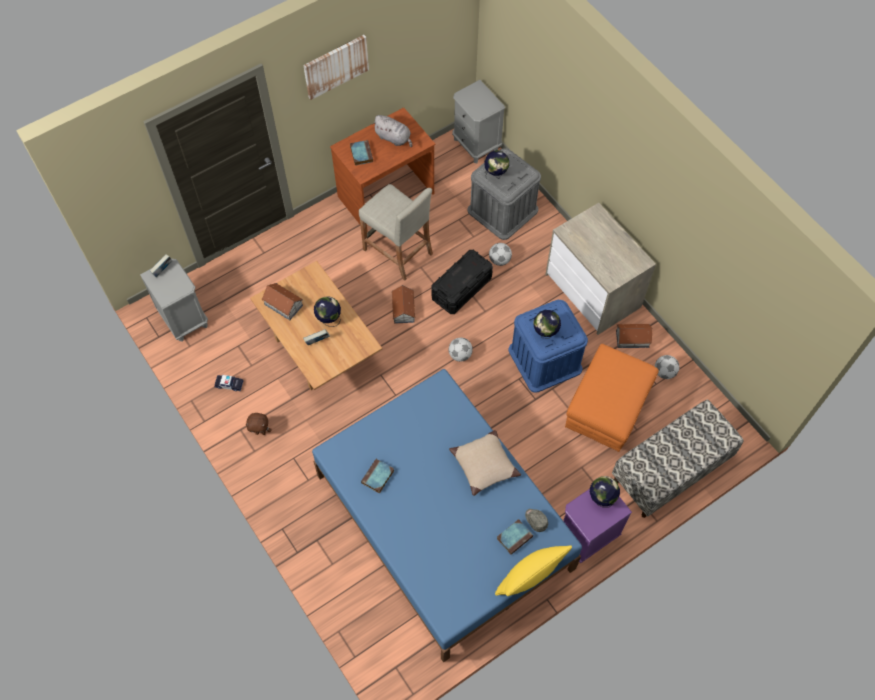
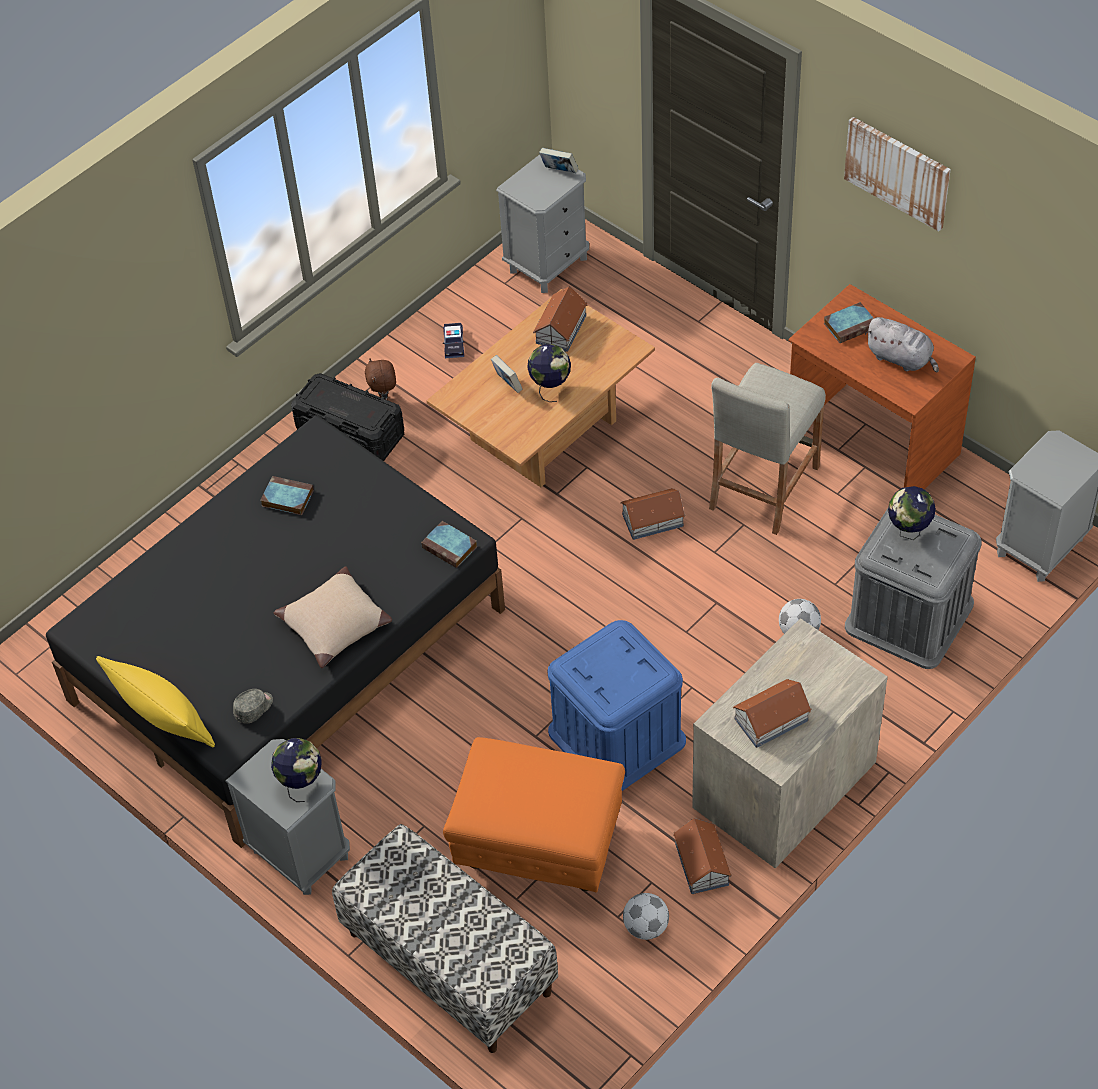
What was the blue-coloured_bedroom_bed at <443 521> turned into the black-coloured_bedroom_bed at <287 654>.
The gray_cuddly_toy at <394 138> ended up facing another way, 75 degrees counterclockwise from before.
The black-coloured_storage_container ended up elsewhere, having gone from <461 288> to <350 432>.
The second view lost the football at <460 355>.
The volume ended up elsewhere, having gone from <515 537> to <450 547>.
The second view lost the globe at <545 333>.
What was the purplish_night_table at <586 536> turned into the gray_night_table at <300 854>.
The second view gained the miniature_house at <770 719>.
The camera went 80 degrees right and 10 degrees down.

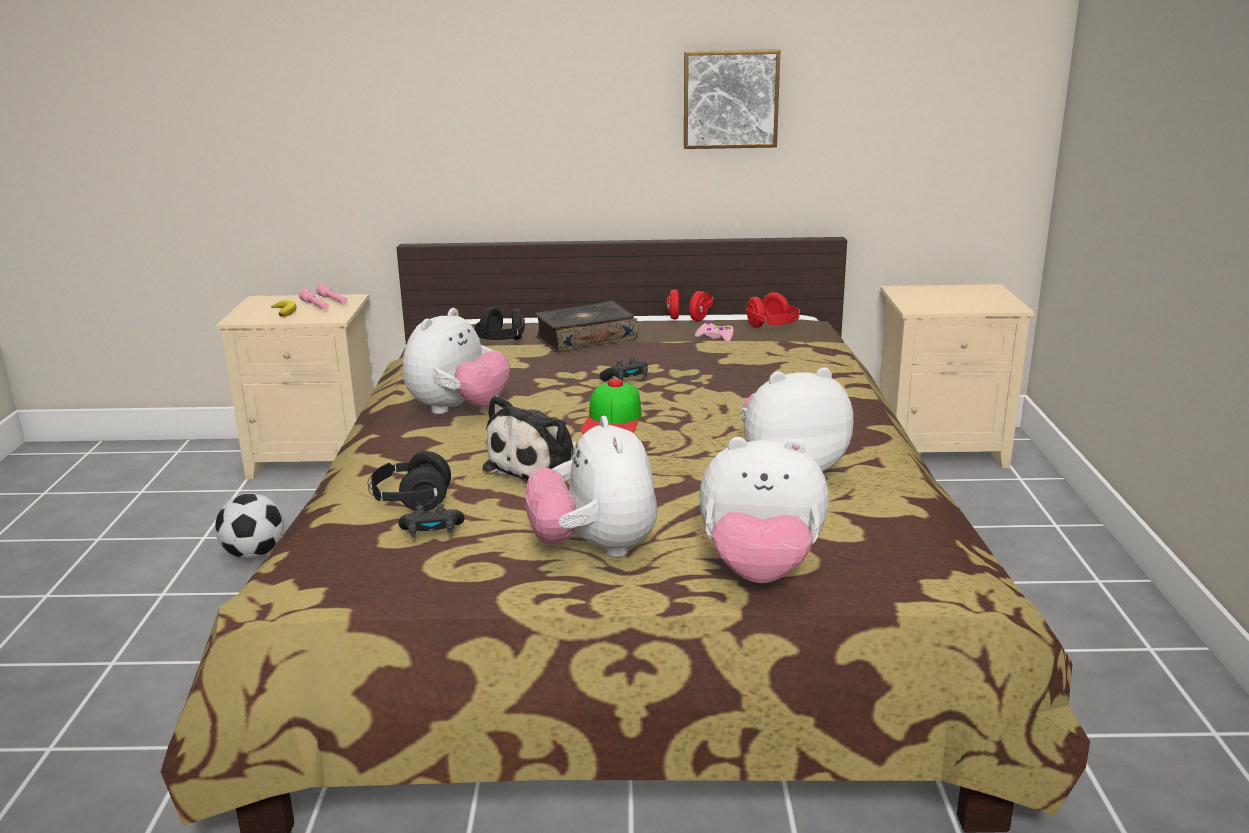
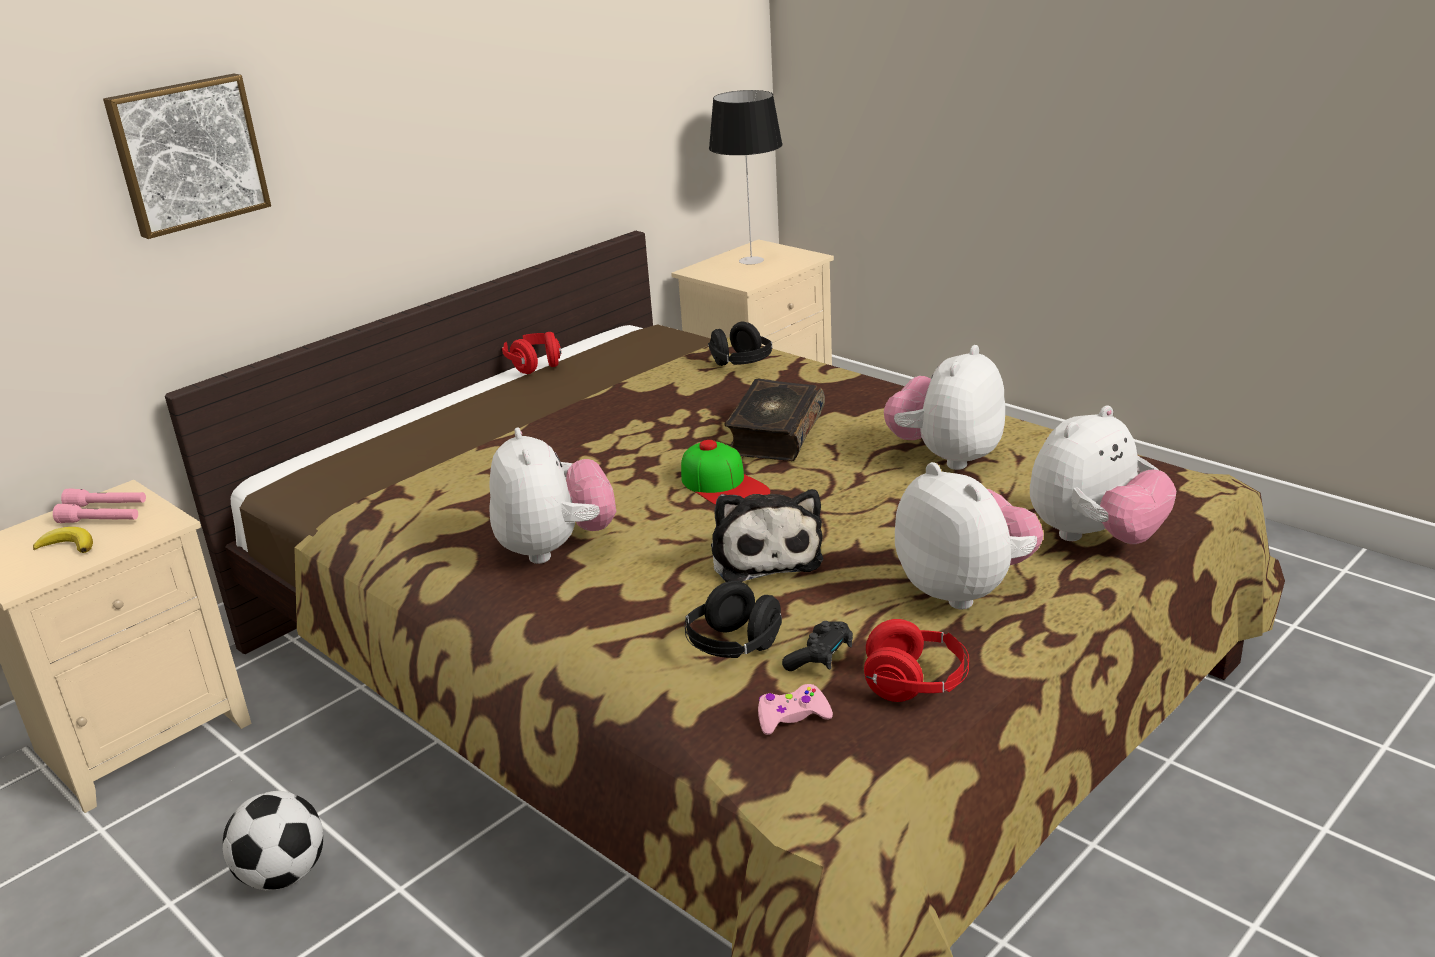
The black-coloured_pair_of_headphones ended up elsewhere, having gone from <501 342> to <741 364>.
The cuddly_toy at <595 548> ended up facing another way, 150 degrees counterclockwise from before.
The volume ended up elsewhere, having gone from <585 339> to <774 435>.
The second view lost the black-coloured_joypad at <626 380>.
The wall_picture ended up elsewhere, having gone from <730 99> to <187 154>.
The pink-coloured_joypad ended up elsewhere, having gone from <715 337> to <792 717>.
The reddish_pair_of_headphones ended up elsewhere, having gone from <772 327> to <916 684>.
The second view gained the tabletop_lamp at <752 260>.
The camera went 45 degrees left and 5 degrees up.

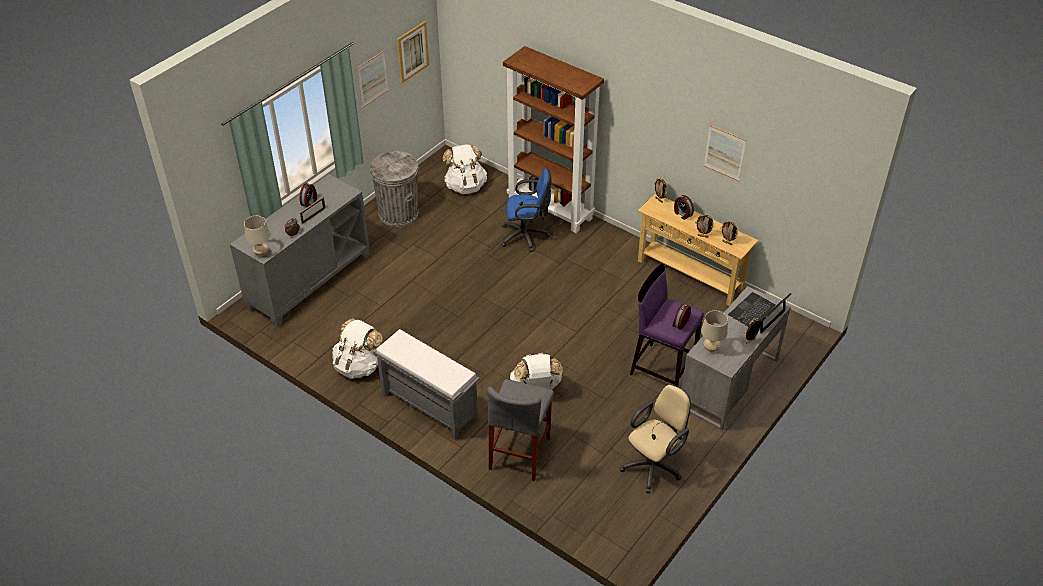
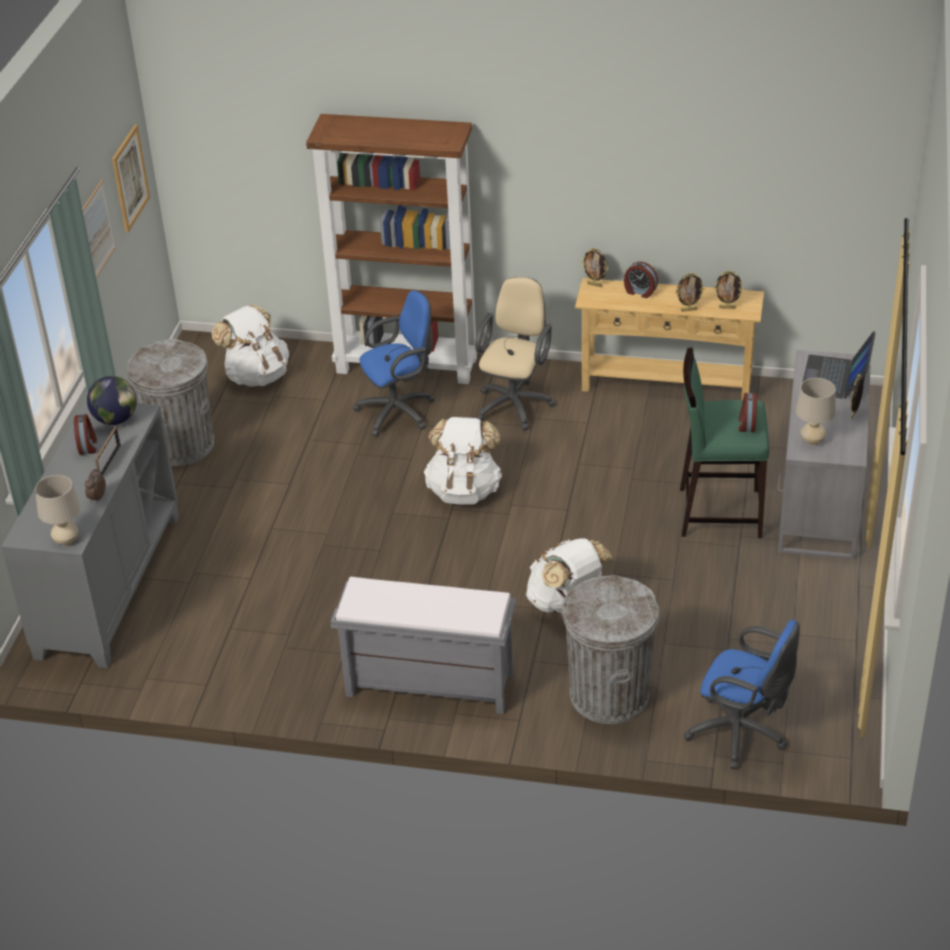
The whitish_backpack ended up elsewhere, having gone from <358 366> to <464 490>.
Where the gray_sitting_stool stood at <520 453>, the gray_rubbish_bin came to stand at <609 695>.
The beige_office_chair ended up elsewhere, having gone from <654 466> to <515 403>.
What was the purplish_sitting_stool at <662 367> turned into the green-coloured_sitting_stool at <718 512>.
The second view lost the wall_picture at <724 153>.
The second view gained the globe at <115 420>.
The second view gained the blue-coloured_office_chair at <741 734>.
The camera went 25 degrees left and 5 degrees down.

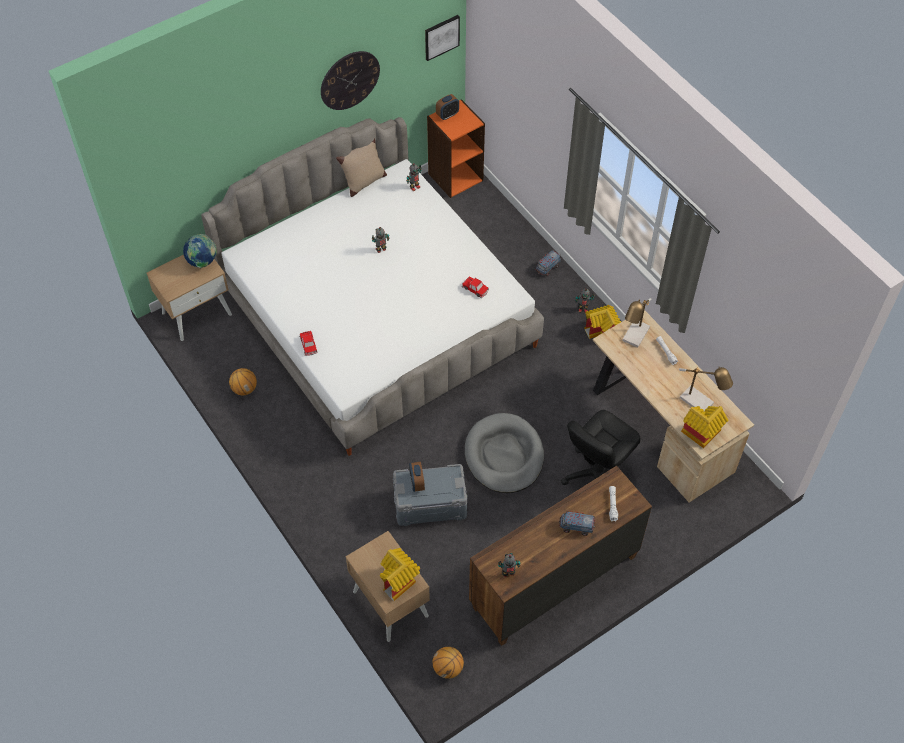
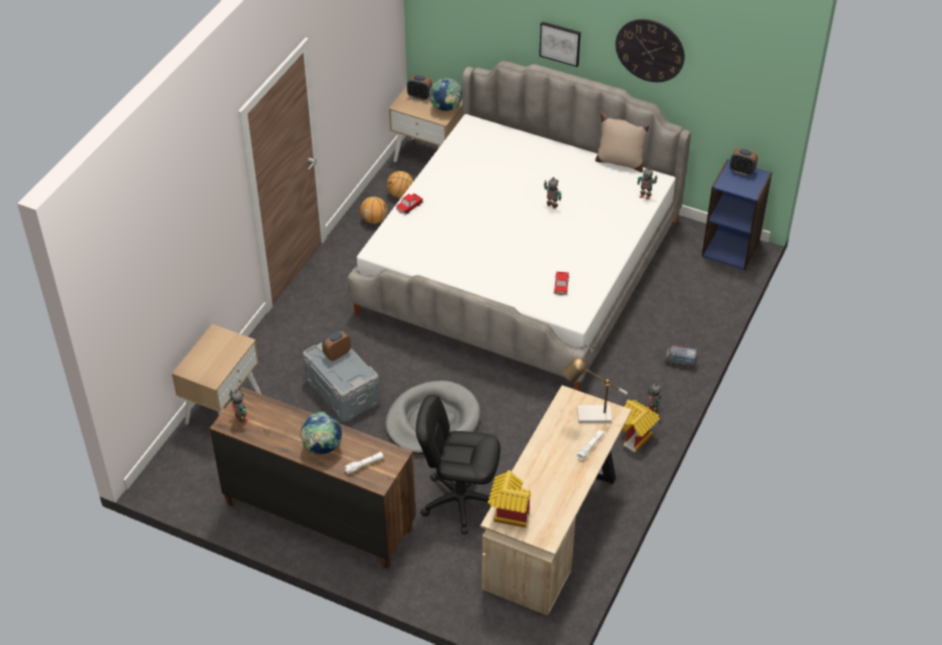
The second view lost the miniature_house at <399 583>.
The wall_picture ended up elsewhere, having gone from <441 37> to <560 43>.
What was the orange-coloured_shelving_unit at <455 176> turned into the blue-coloured_shelving_unit at <731 248>.
The basketball_ball ended up elsewhere, having gone from <448 668> to <400 194>.
Where the model_truck stood at <576 527>, the globe came to stand at <322 447>.
The second view lost the tabletop_lamp at <700 403>.
The second view gained the bedside_clock at <419 96>.
The camera went 60 degrees right and 10 degrees down.

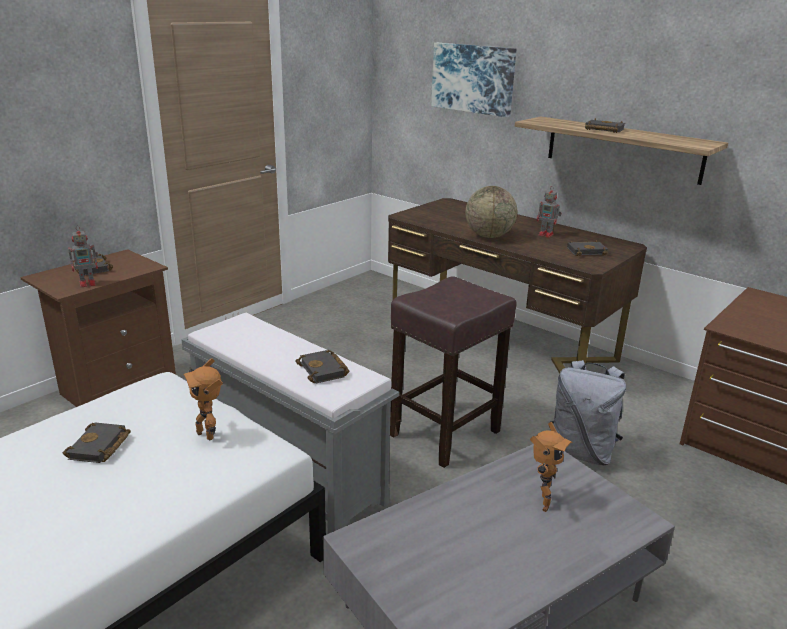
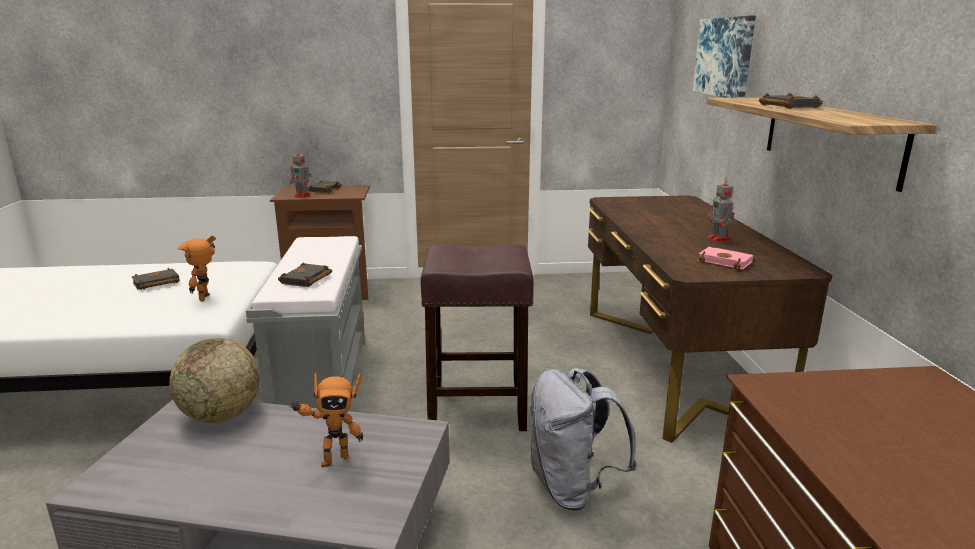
The globe ended up elsewhere, having gone from <489 236> to <221 415>.
What was the black-coloured_volume at <587 251> turned into the pink-coloured_volume at <726 262>.
The camera went 45 degrees right and 5 degrees down.

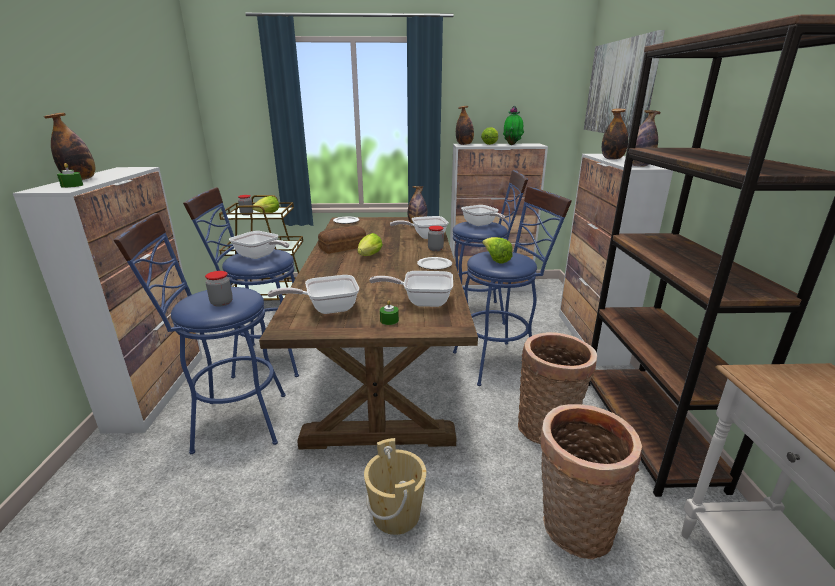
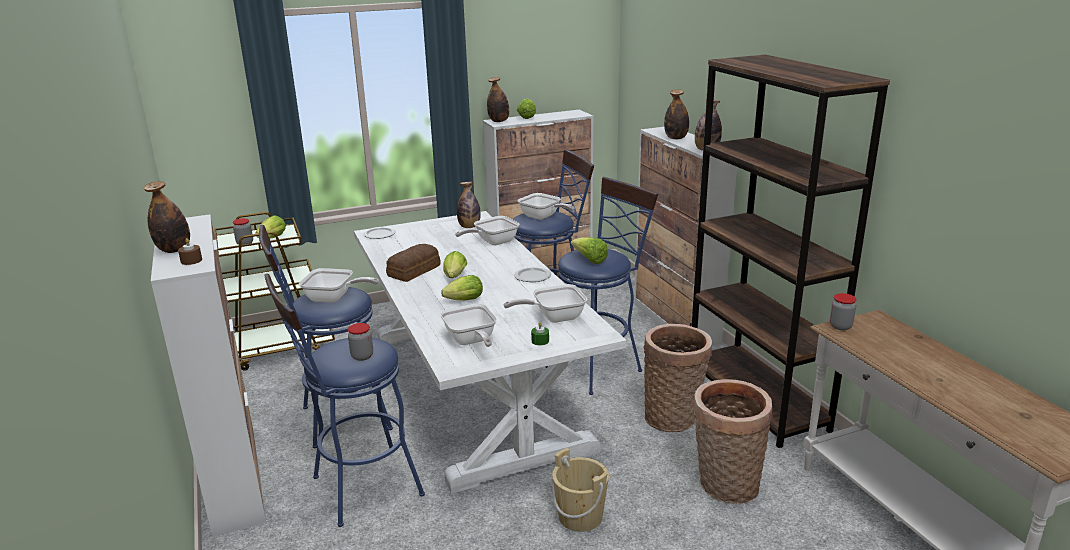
What was the green-coloured_wax_light at <72 185> turned into the brown-coloured_wax_light at <191 260>.
What was the brown-coloured_dinner_table at <383 357> turned into the whitish_dinner_table at <473 388>.
The pan at <326 308> ended up facing another way, 75 degrees counterclockwise from before.
The jar ended up elsewhere, having gone from <435 249> to <840 326>.
The second view lost the potted_plant at <512 144>.
The second view lost the wall_picture at <619 88>.
The second view gained the lettuce at <462 301>.
The camera went 20 degrees left and 0 degrees up.

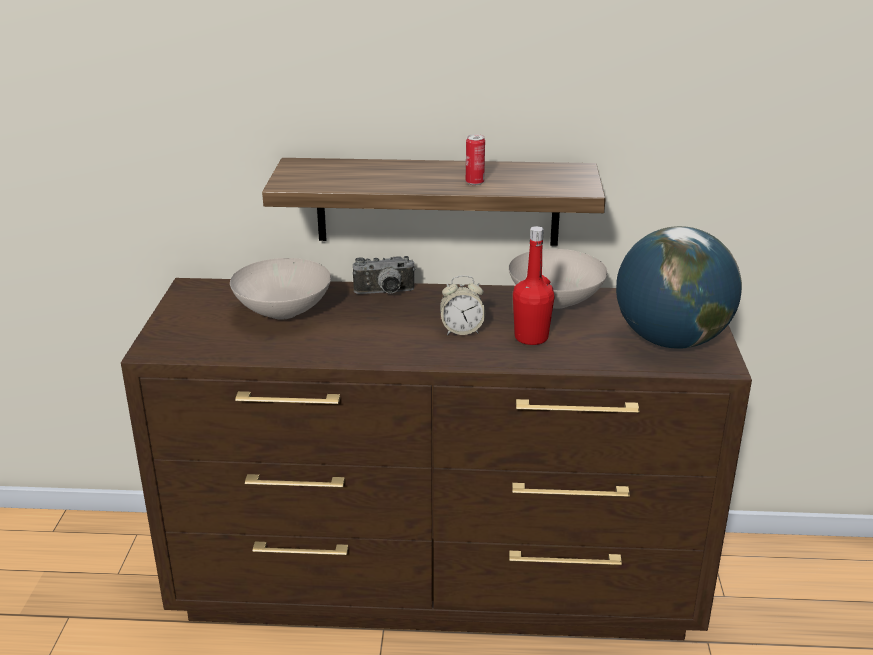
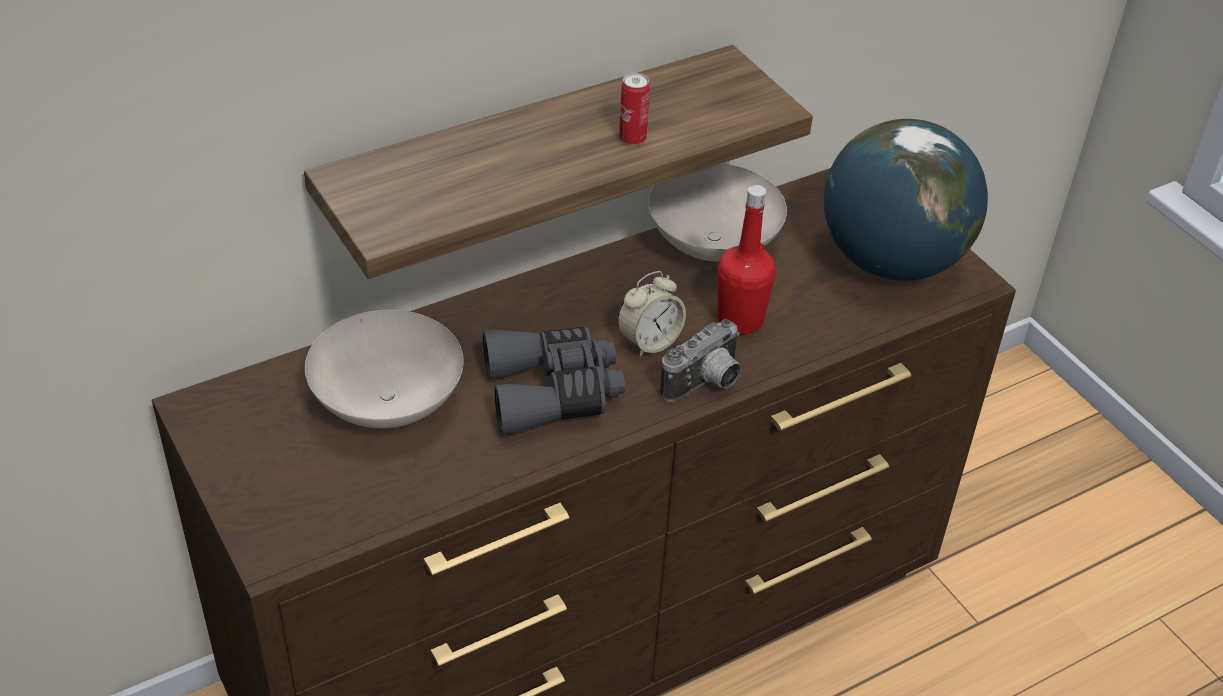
The still_camera ended up elsewhere, having gone from <385 293> to <706 384>.
The second view gained the gray_pair_of_binoculars at <553 392>.
The camera went 35 degrees left and 15 degrees up.

